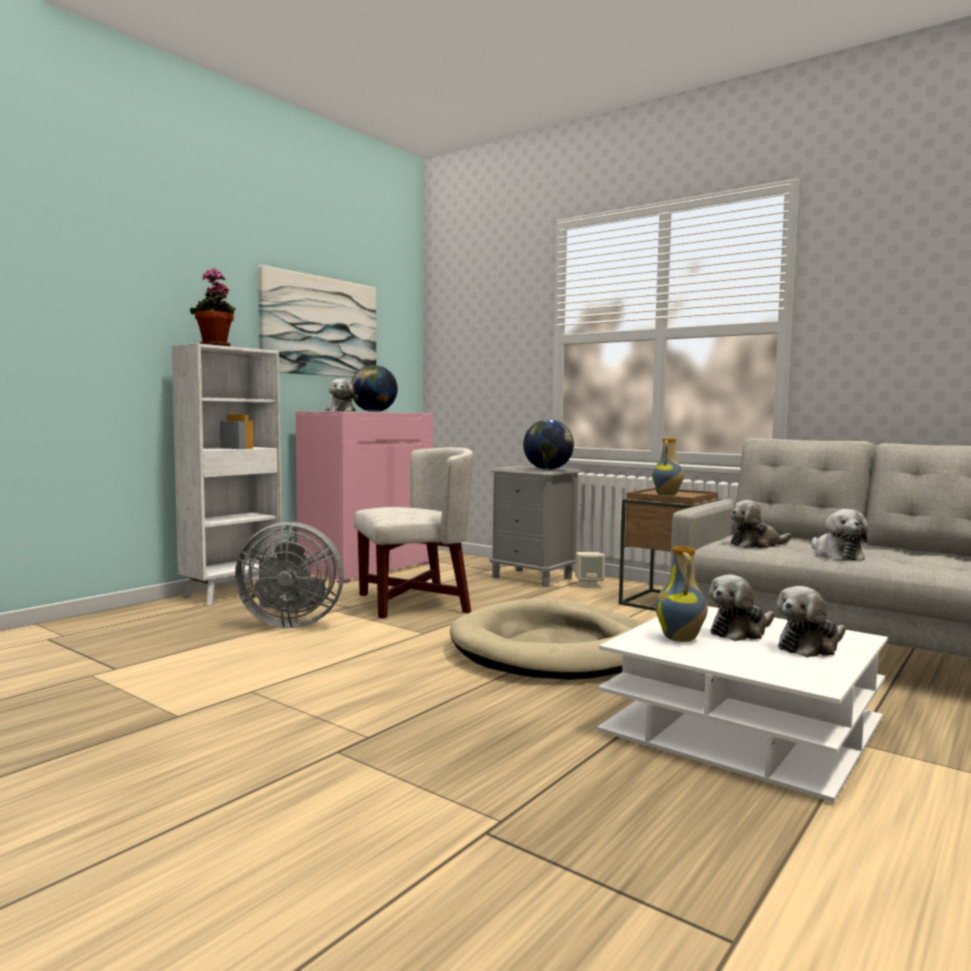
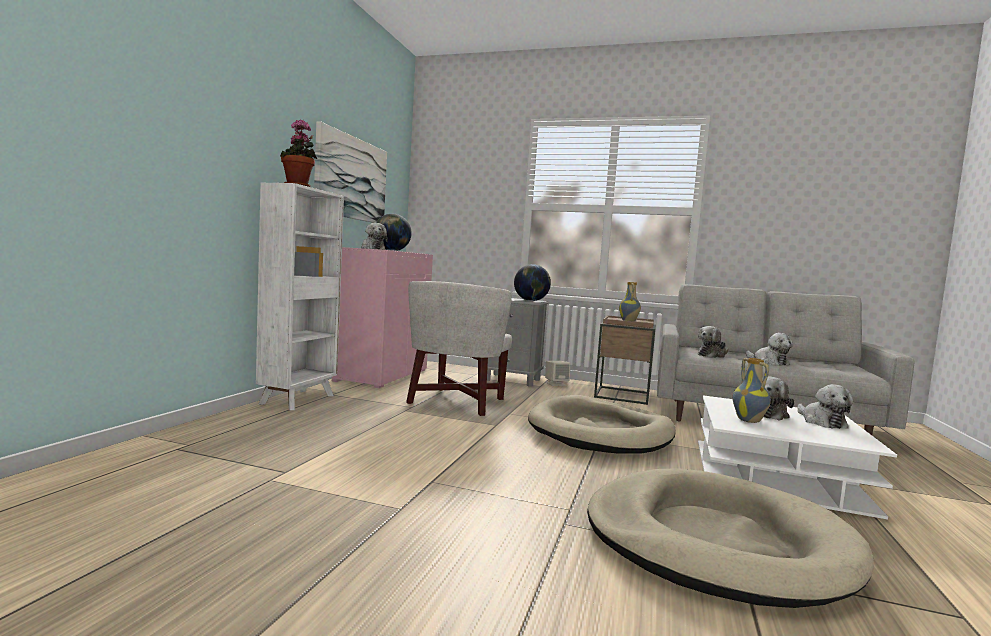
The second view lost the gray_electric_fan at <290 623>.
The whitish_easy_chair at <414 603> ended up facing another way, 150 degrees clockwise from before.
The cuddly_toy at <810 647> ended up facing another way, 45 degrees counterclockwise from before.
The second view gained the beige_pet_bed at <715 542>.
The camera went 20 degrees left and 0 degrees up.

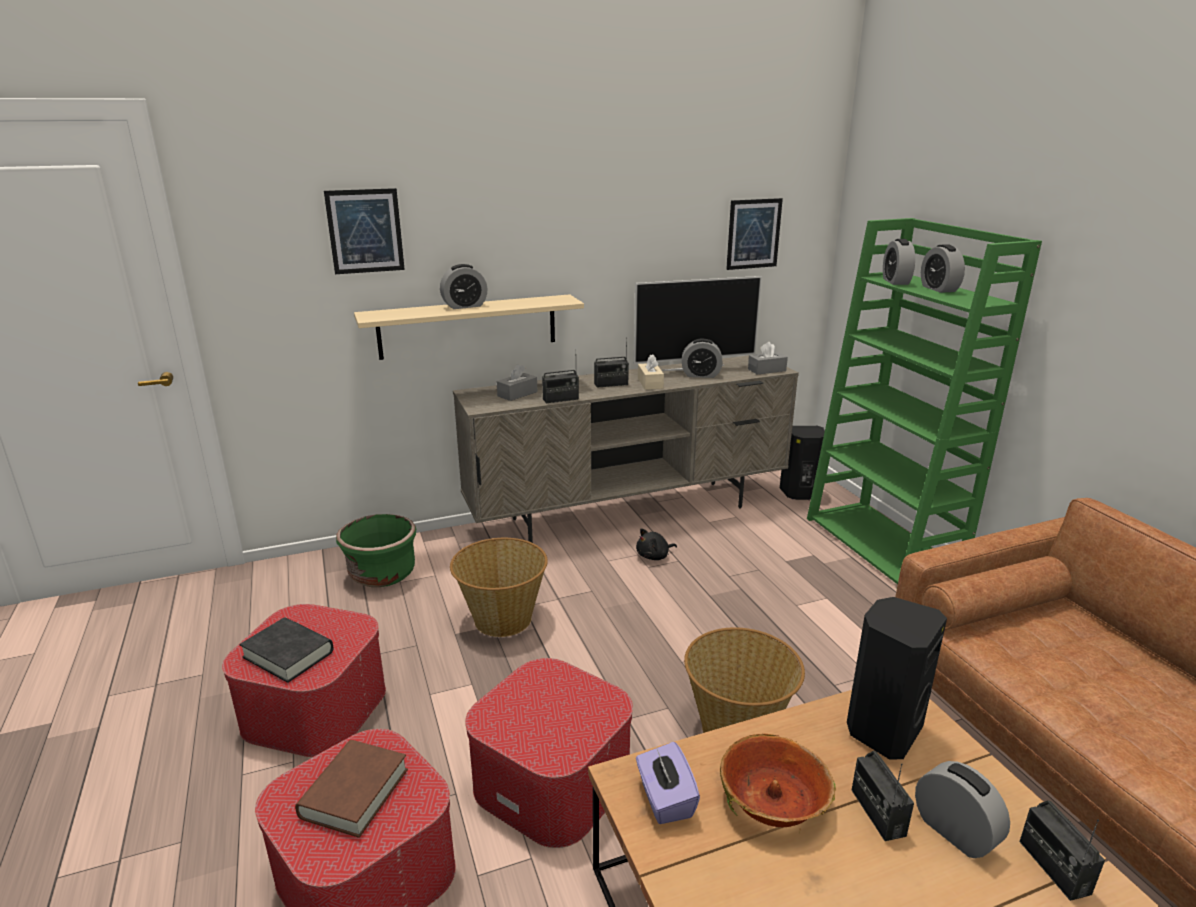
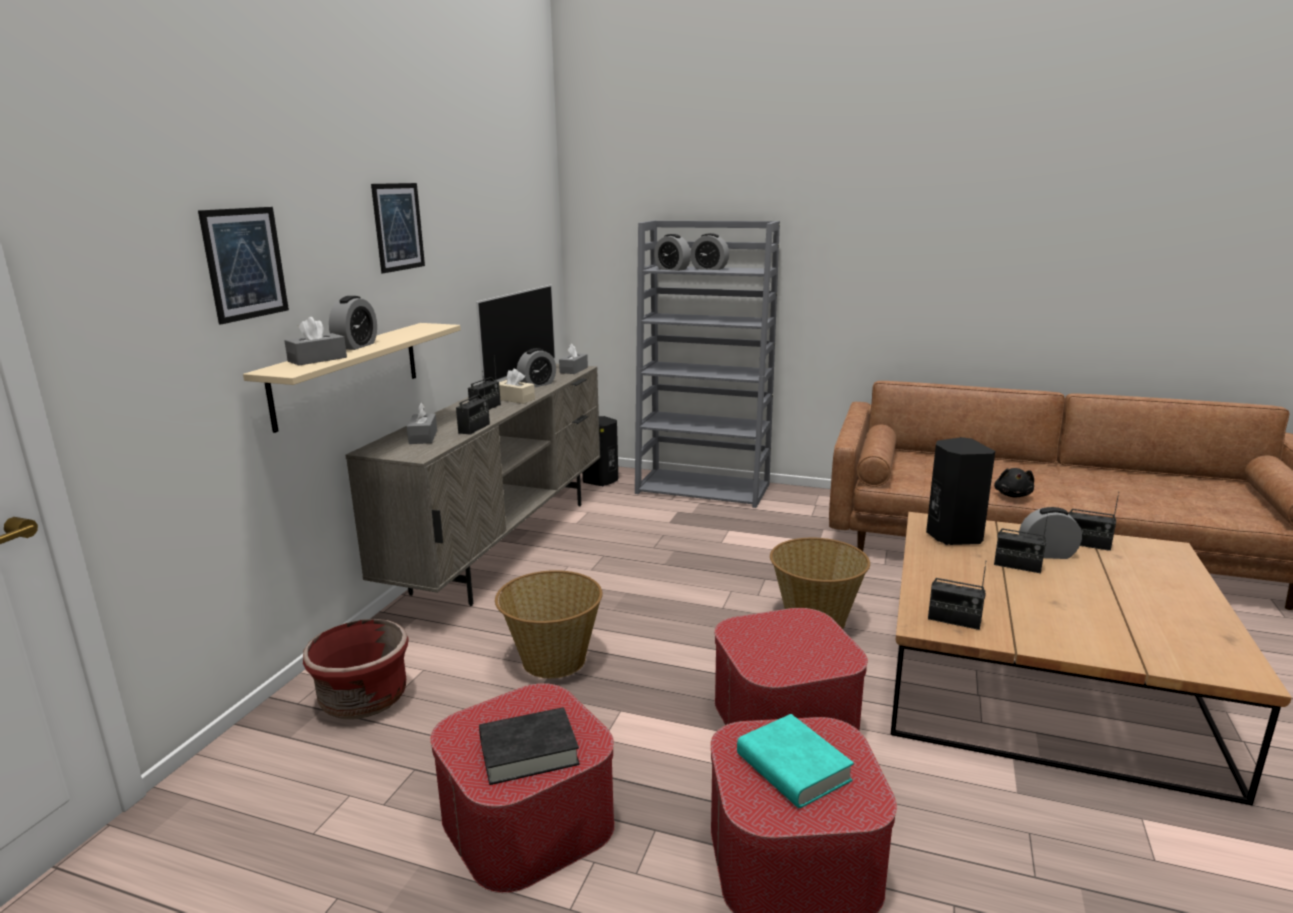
What was the brown-coloured_volume at <354 793> turned into the blue-green_volume at <793 768>.
What was the green-coloured_flower_pot at <382 574> turned into the reddish_flower_pot at <363 700>.
The black-coloured_cuddly_toy ended up elsewhere, having gone from <654 556> to <1013 495>.
Where the purplish_tissue_box stood at <665 799>, the radio_set came to stand at <954 620>.
The second view lost the bowl at <773 800>.
The wall_picture ended up elsewhere, having gone from <753 234> to <398 227>.
What was the green-coloured_shelving_unit at <883 545> turned into the gray_shelving_unit at <704 488>.
The second view gained the gray_tissue_box at <317 359>.
The camera went 50 degrees left and 5 degrees down.

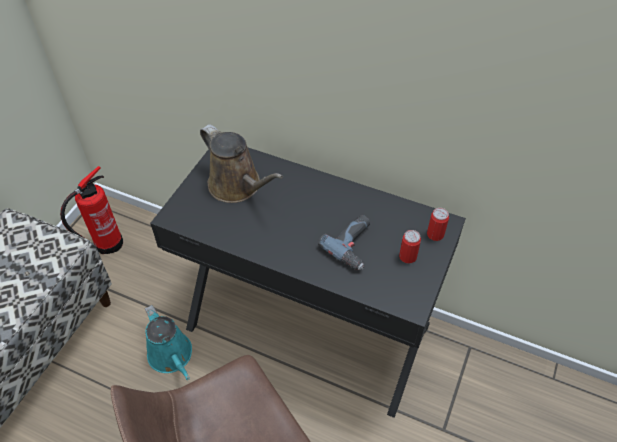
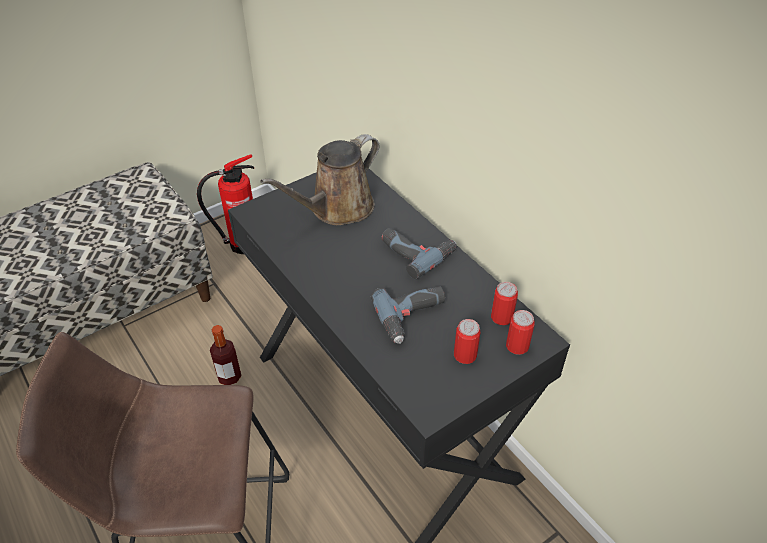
Where the blue-green_sprinkling_can stood at <172 356>, the beverage_bottle came to stand at <229 377>.
The brown-coloured_sprinkling_can at <238 186> ended up facing another way, 60 degrees clockwise from before.
The second view gained the power_drill at <416 251>.
The second view gained the can at <501 317>.
The camera went 30 degrees right and 5 degrees down.

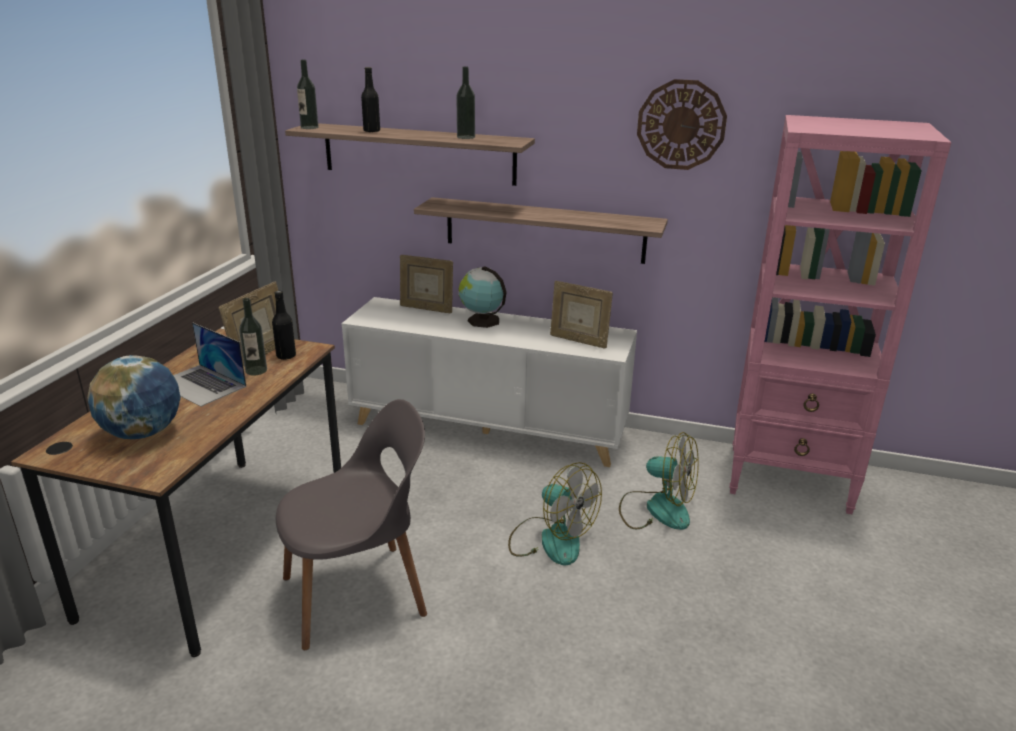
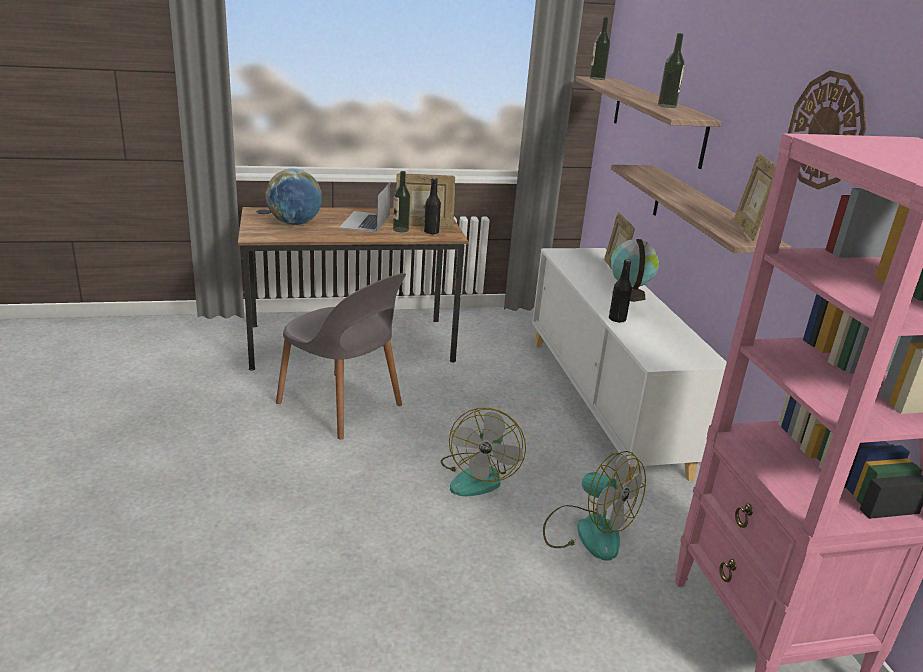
The black-coloured_beverage_bottle ended up elsewhere, having gone from <371 131> to <617 319>.
The picture_frame ended up elsewhere, having gone from <578 341> to <747 231>.
The electric_fan at <656 509> ended up facing another way, 45 degrees counterclockwise from before.
The camera went 60 degrees right and 0 degrees up.

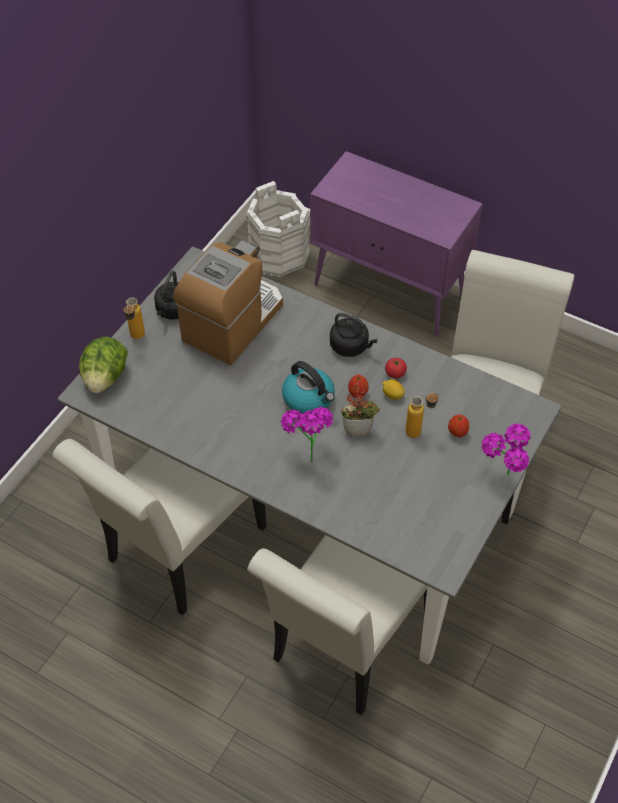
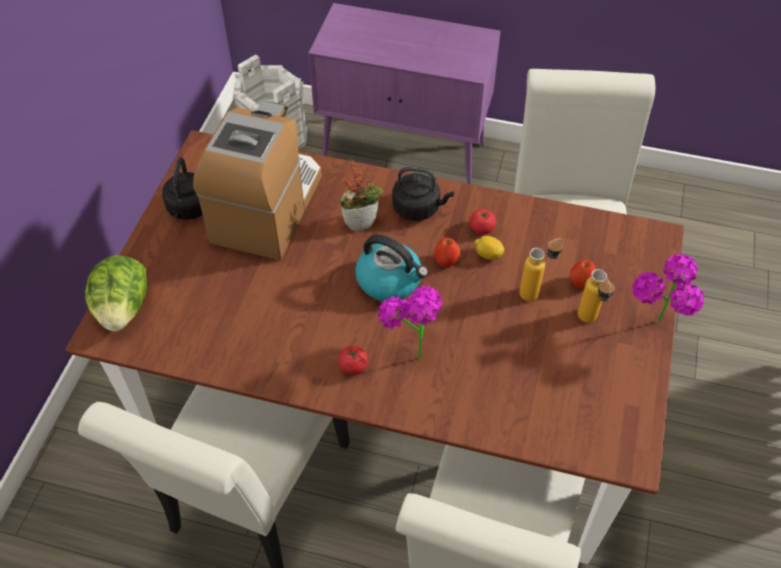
What was the gray_dinner_table at <307 505> turned into the brown-coloured_dinner_table at <389 406>.
The beverage_bottle ended up elsewhere, having gone from <136 339> to <589 322>.
The potted_plant ended up elsewhere, having gone from <359 430> to <361 222>.
The second view gained the tomato at <353 366>.
The camera went 15 degrees left and 0 degrees up.

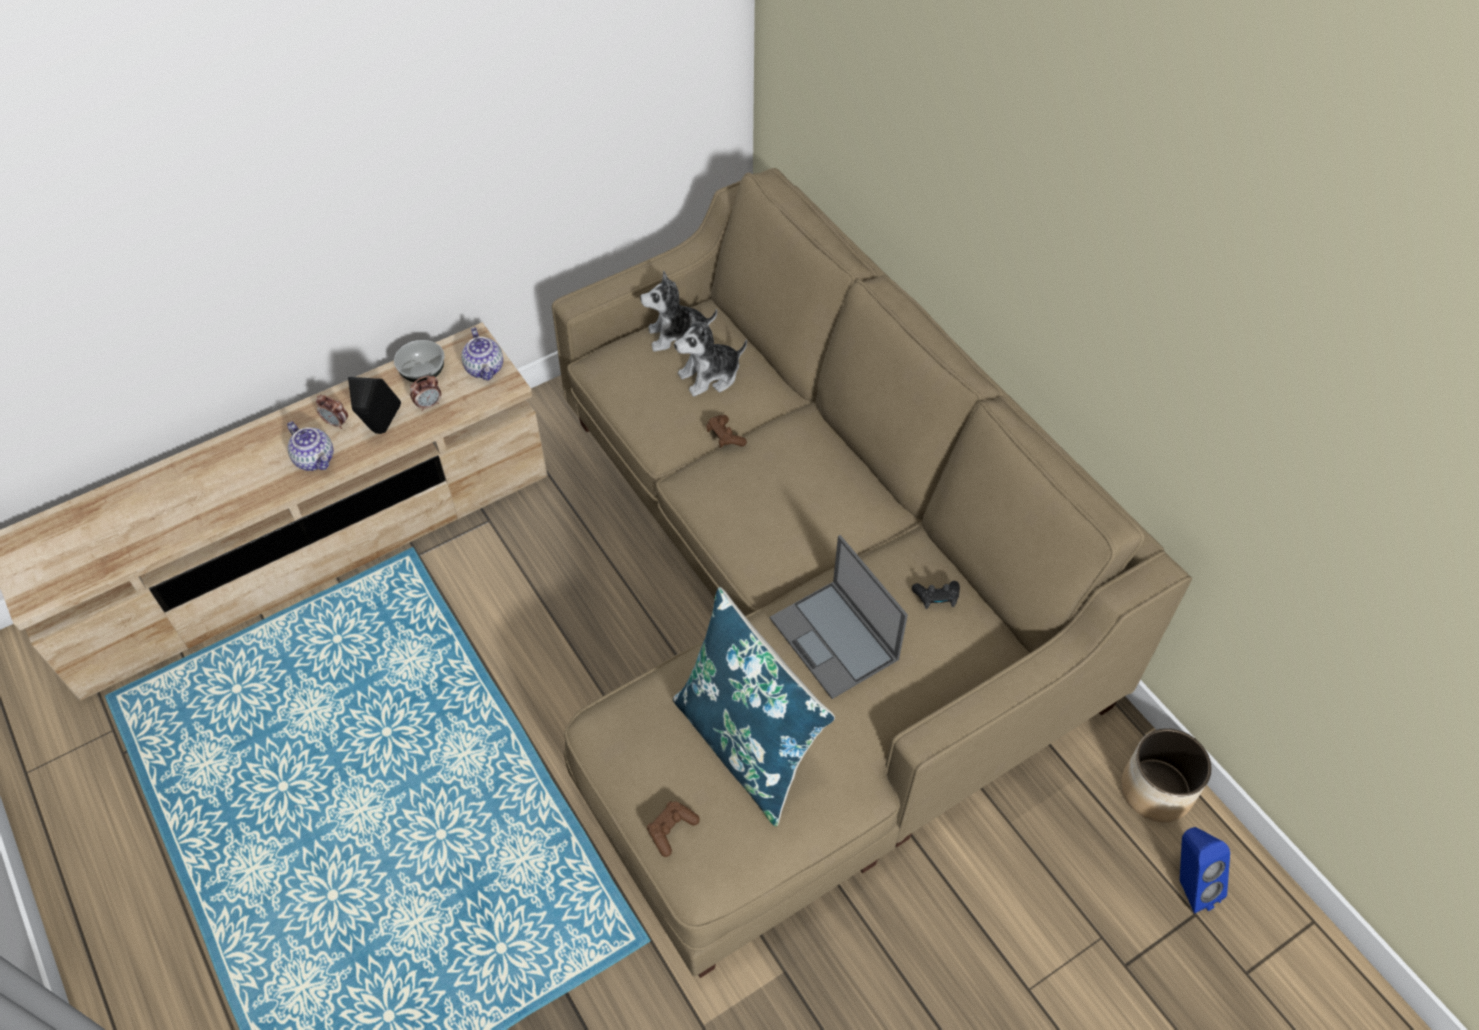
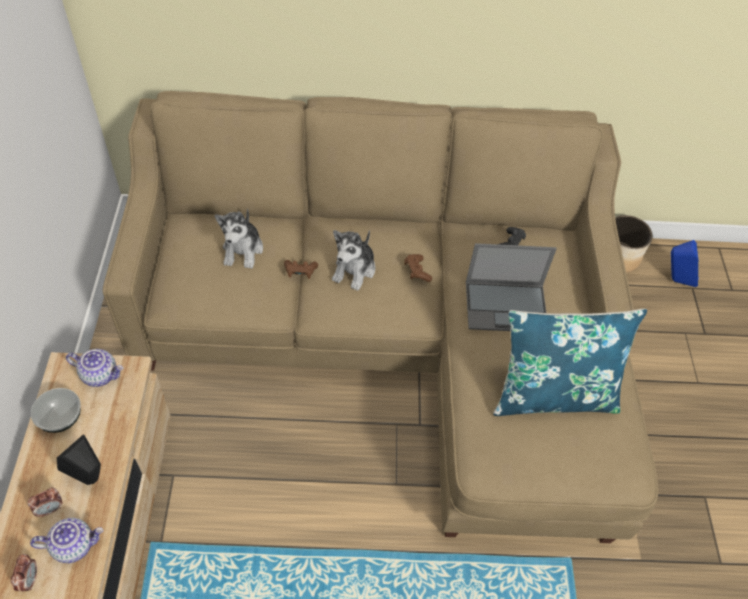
The bedside_clock ended up elsewhere, having gone from <429 404> to <30 579>.
The cuddly_toy ended up elsewhere, having gone from <677 336> to <354 270>.
The brown-coloured_joypad ended up elsewhere, having gone from <671 830> to <416 271>.
The camera went 60 degrees left and 0 degrees up.

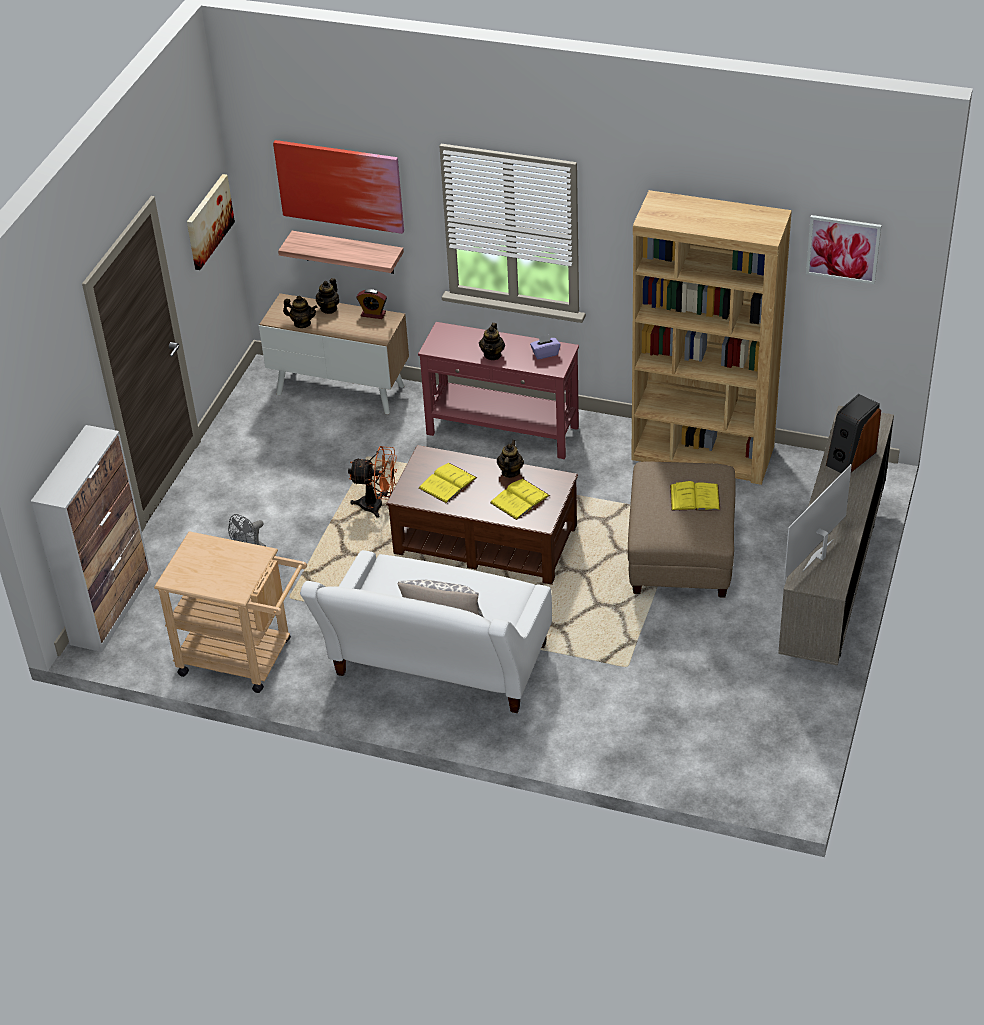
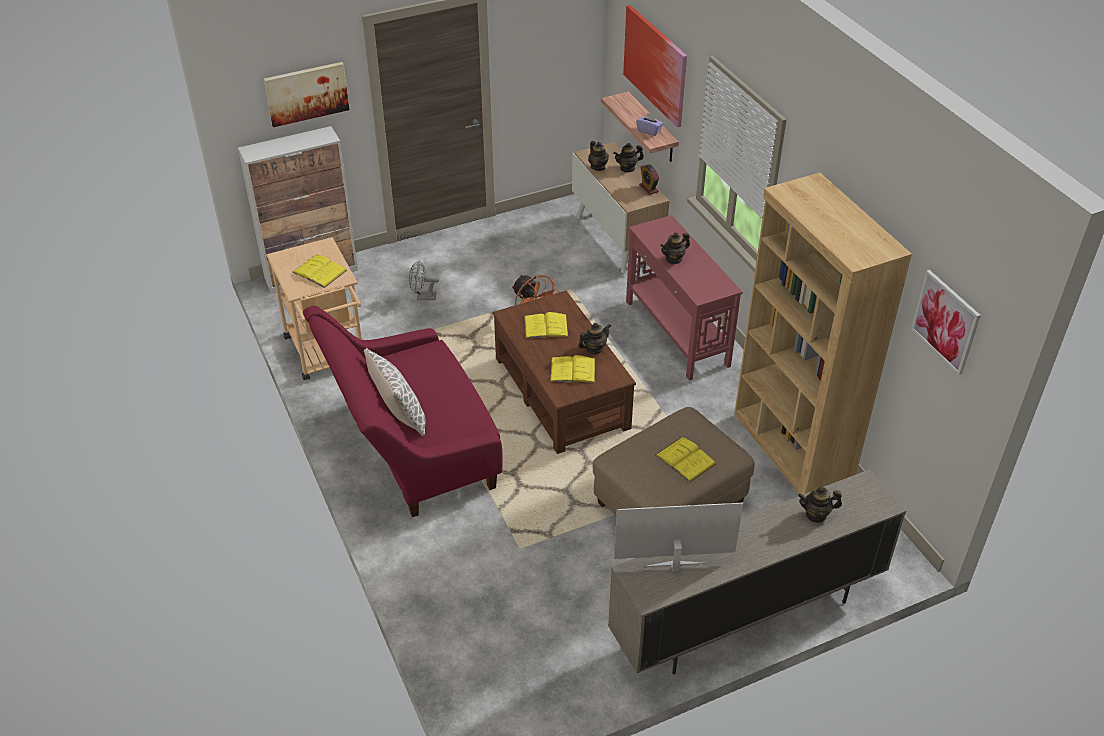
The wall_picture ended up elsewhere, having gone from <208 221> to <306 93>.
What was the whitish_couch at <437 669> turned into the reddish_couch at <412 449>.
The purplish_tissue_box ended up elsewhere, having gone from <545 353> to <649 131>.
Where the loudspeaker stood at <850 457>, the pot_for_tea came to stand at <816 515>.
The second view gained the yellow-coloured_volume at <319 271>.
The camera went 45 degrees right and 0 degrees up.

